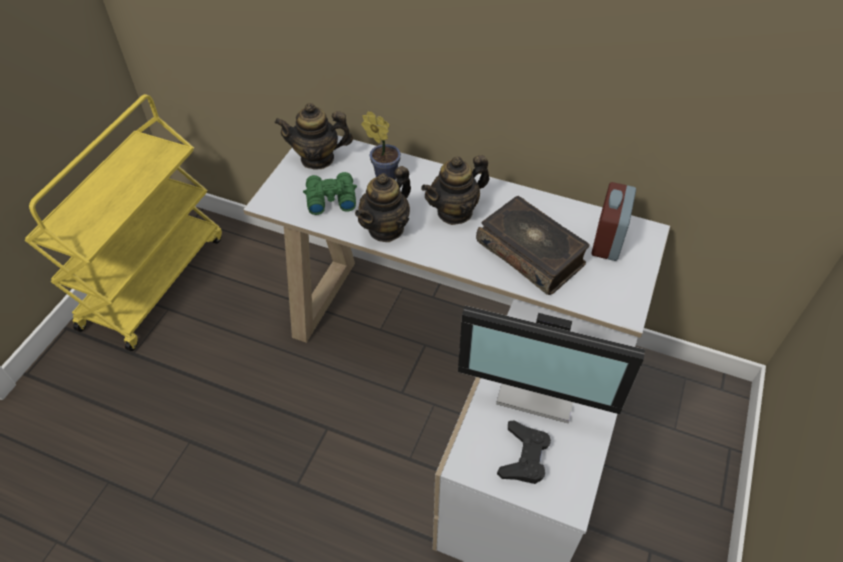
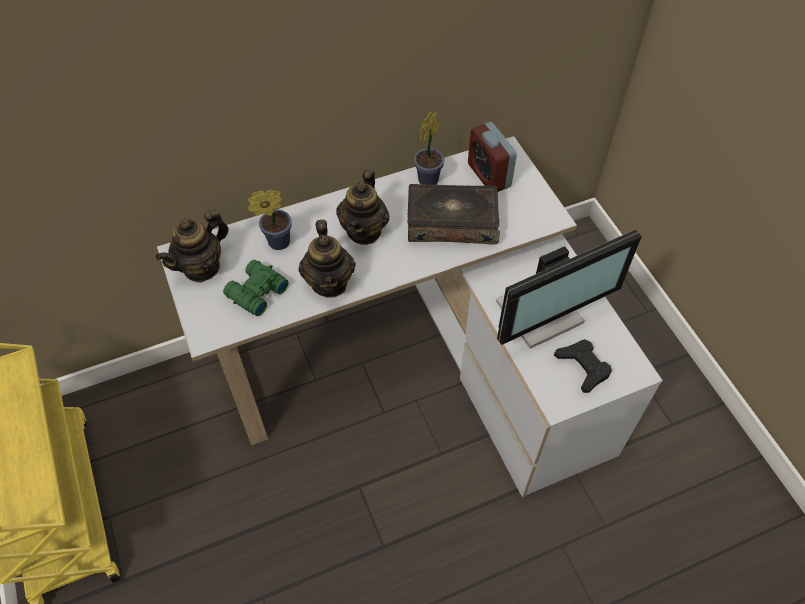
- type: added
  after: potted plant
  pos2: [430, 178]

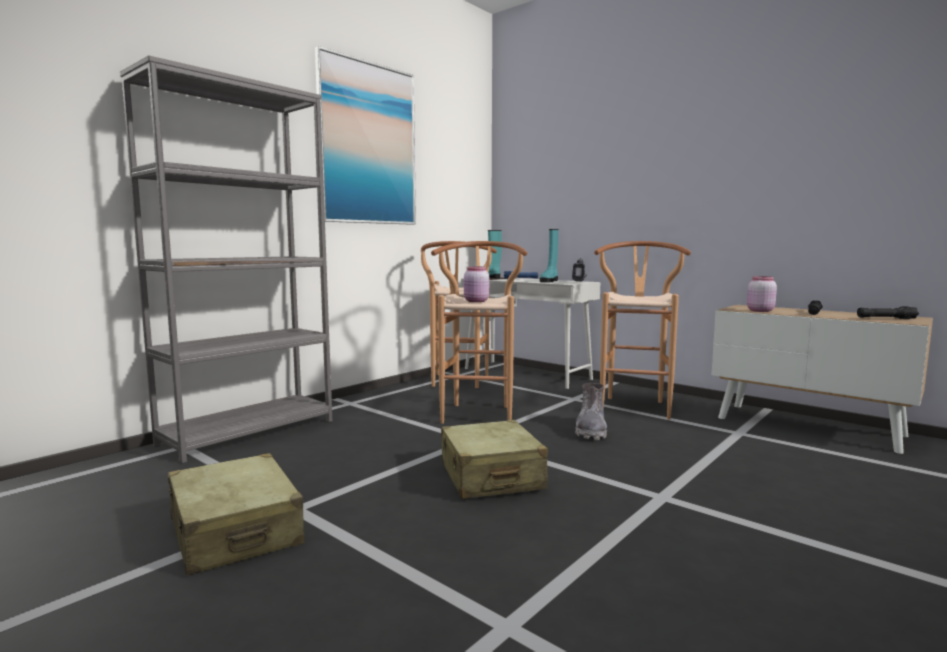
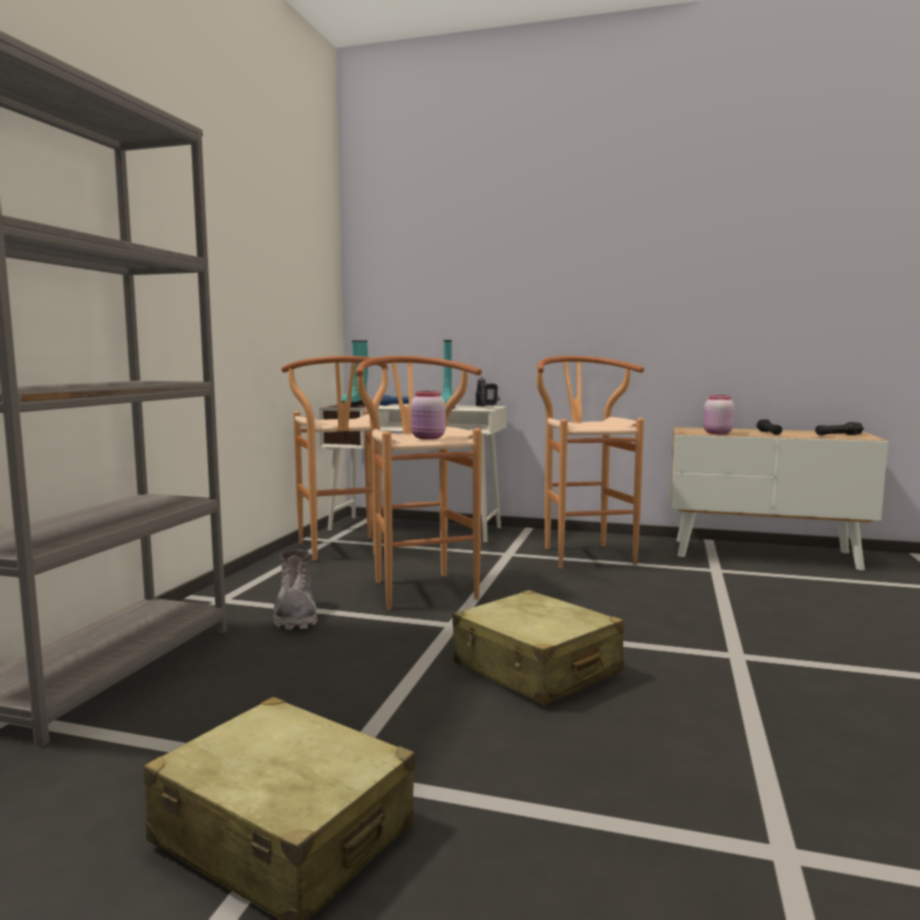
- type: moved
  before: boot (grey)
  pos1: [591, 431]
  pos2: [296, 616]
- type: removed
  before: picture
  pos1: [368, 144]

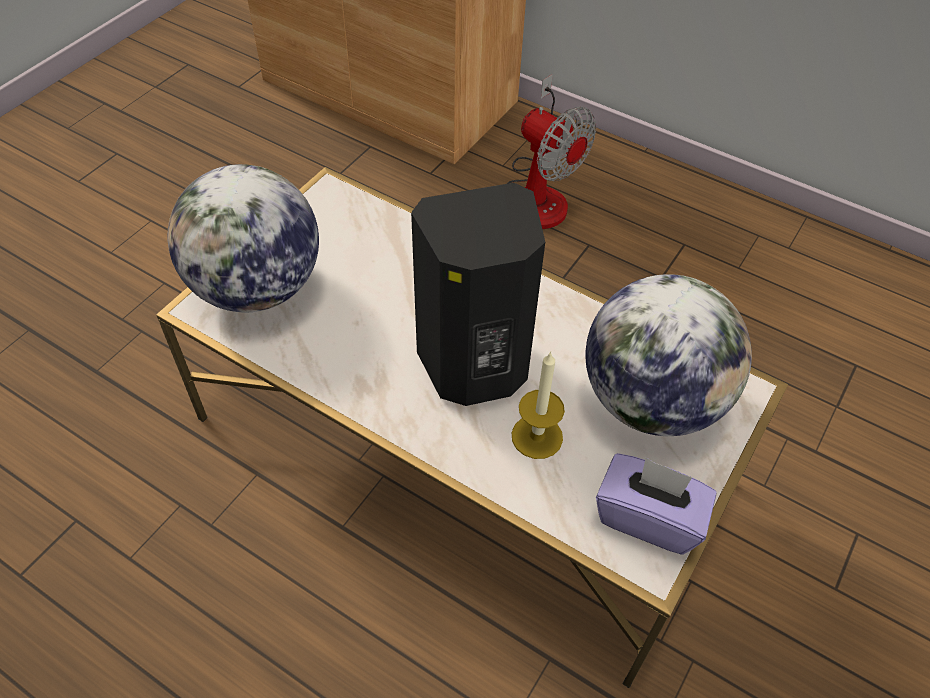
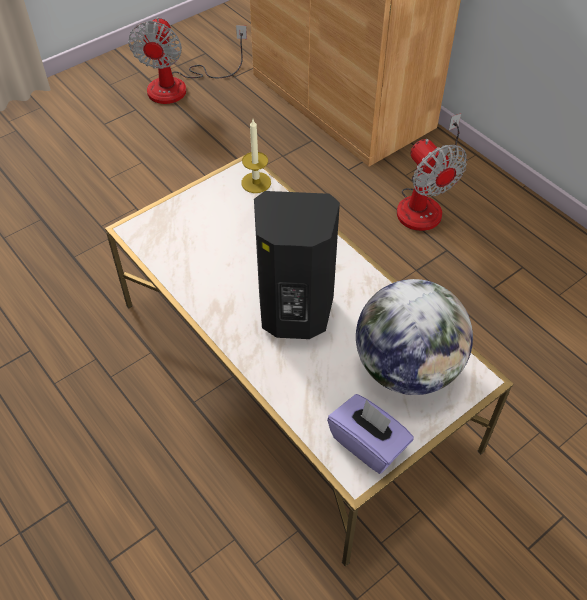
- type: added
  after: fan
  pos2: [180, 86]
- type: moved
  before: candle
  pos1: [537, 436]
  pos2: [256, 182]
- type: removed
  before: globe
  pos1: [257, 288]

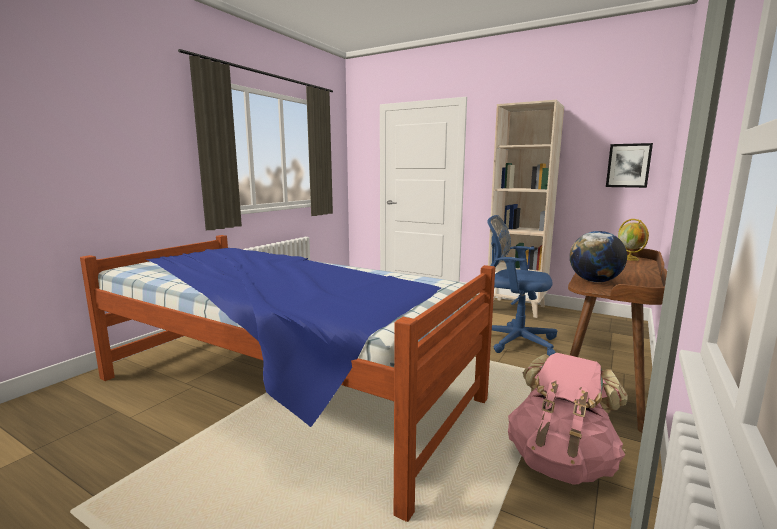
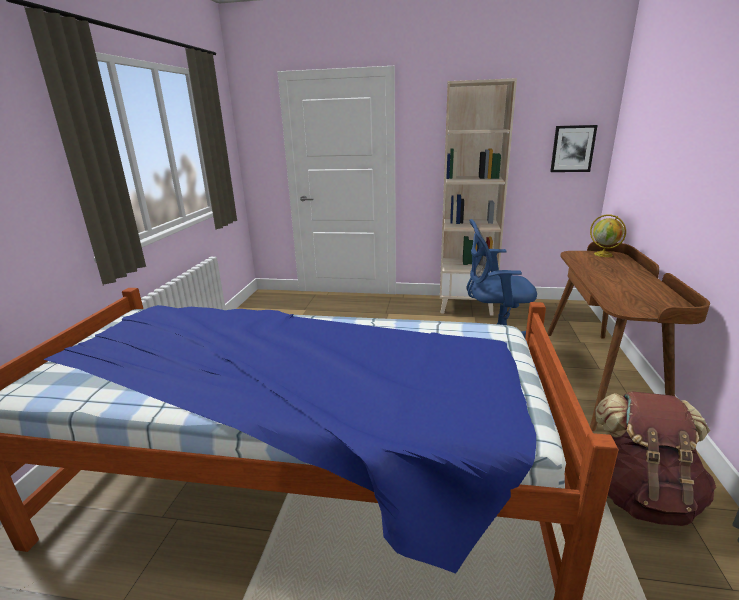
- type: recoloured
  before: backpack (pink)
  after: backpack (brown)
  pos1: [560, 462]
  pos2: [640, 496]
- type: removed
  before: globe
  pos1: [594, 281]

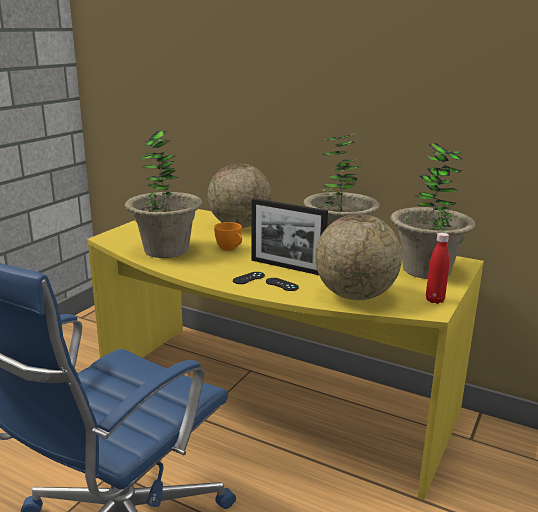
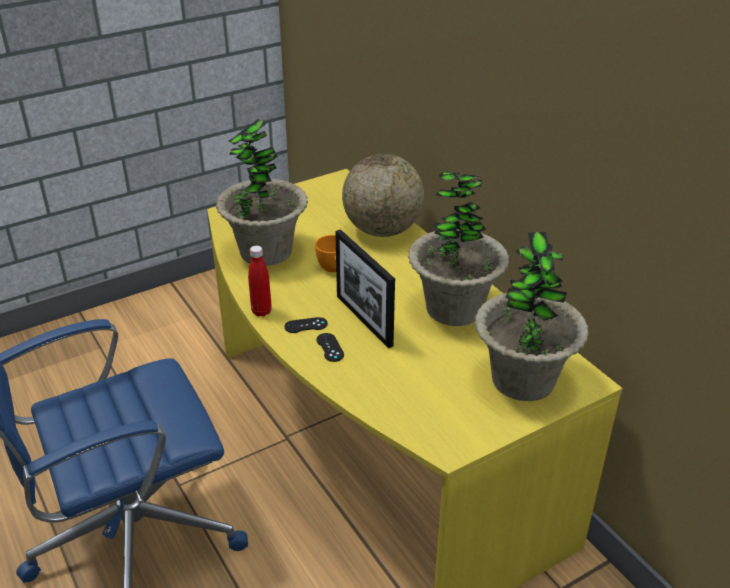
- type: moved
  before: bottle (red)
  pos1: [434, 300]
  pos2: [261, 311]
- type: removed
  before: globe
  pos1: [355, 295]

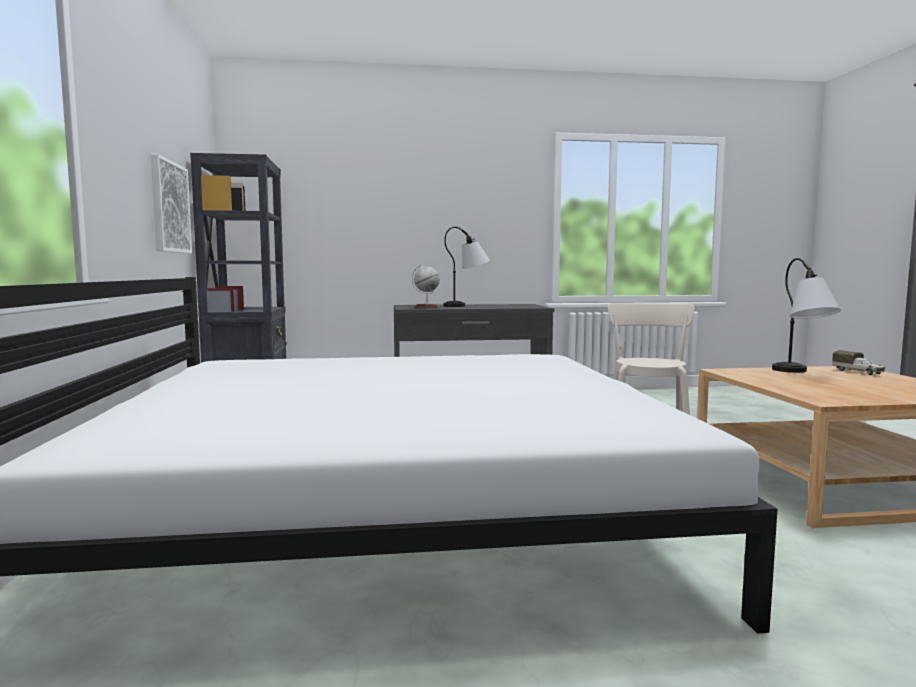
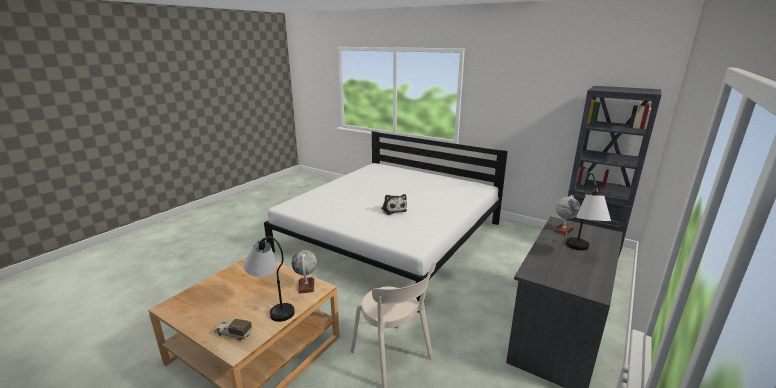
- type: added
  after: globe
  pos2: [306, 286]
- type: added
  after: plush toy
  pos2: [393, 209]
- type: removed
  before: picture
  pos1: [169, 207]

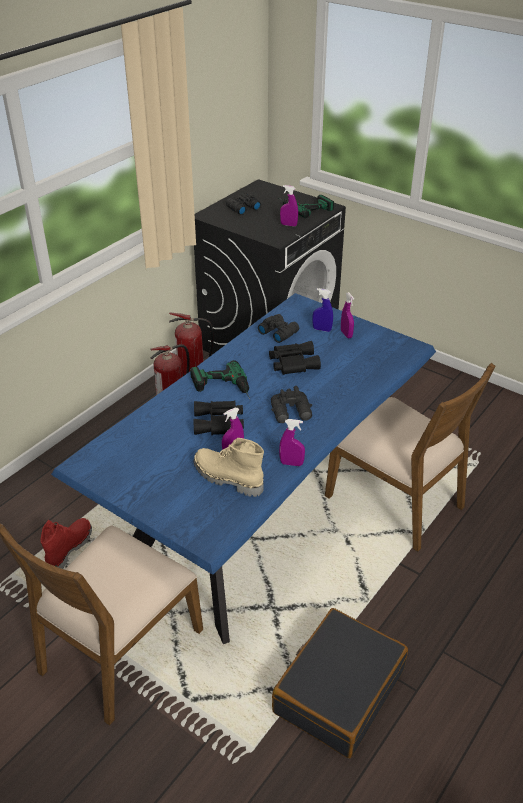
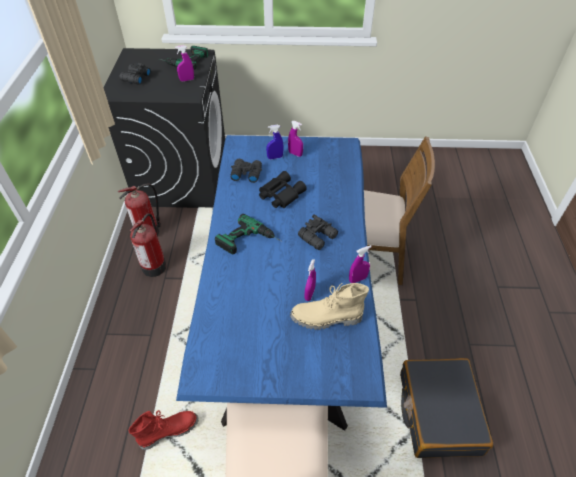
- type: turned
  before: boot (red)
  pos1: [69, 549]
  pos2: [169, 431]
  turn: 75
- type: removed
  before: binoculars (black)
  pos1: [219, 423]

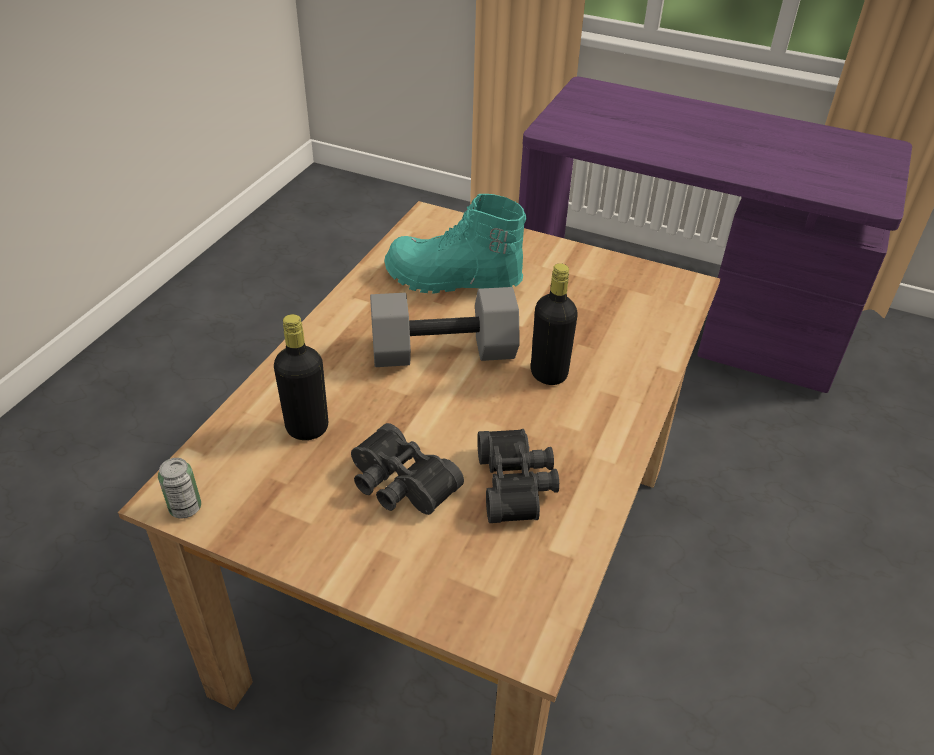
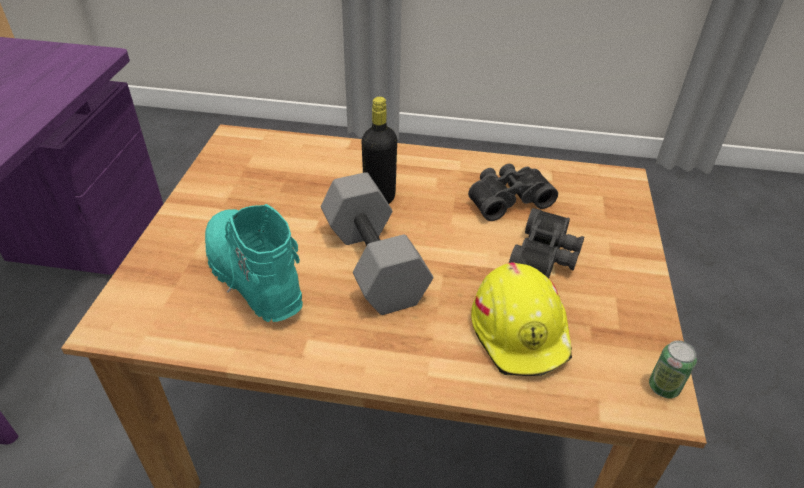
- type: turned
  before: boot (turquoise)
  pos1: [452, 280]
  pos2: [252, 278]
  turn: 150
- type: replaced
  before: bottle (black)
  after: hard hat (yellow)
  pos1: [307, 428]
  pos2: [521, 331]

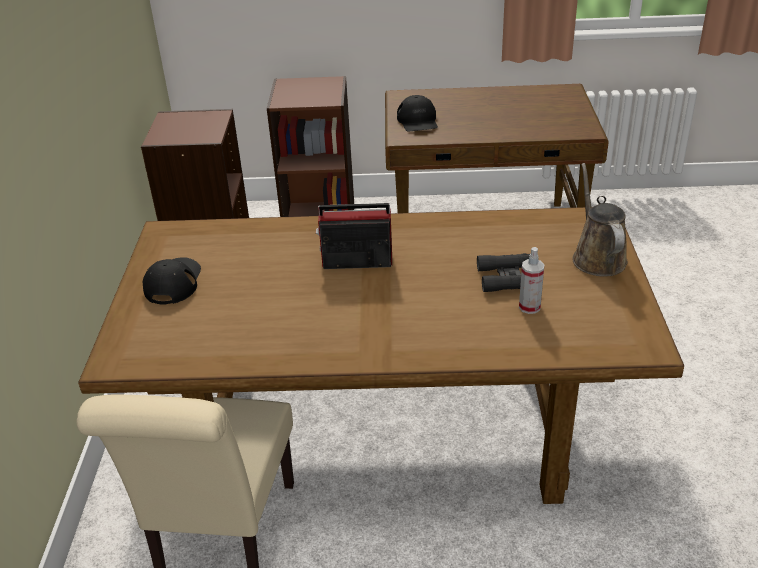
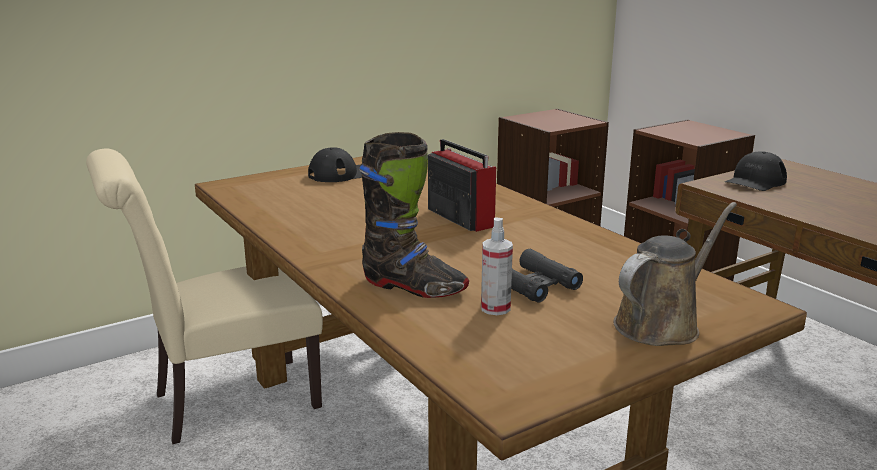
- type: added
  after: boot (black)
  pos2: [413, 287]

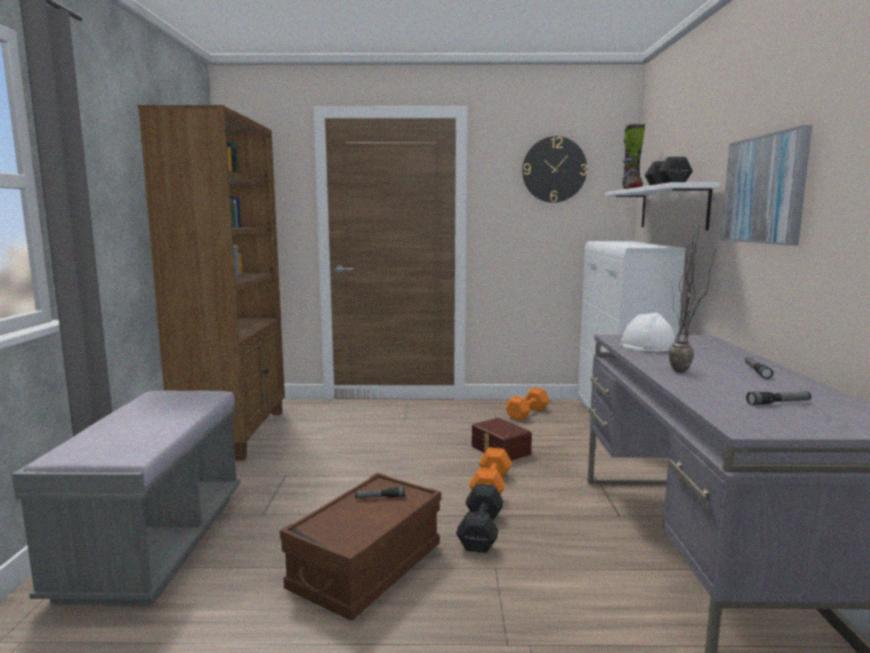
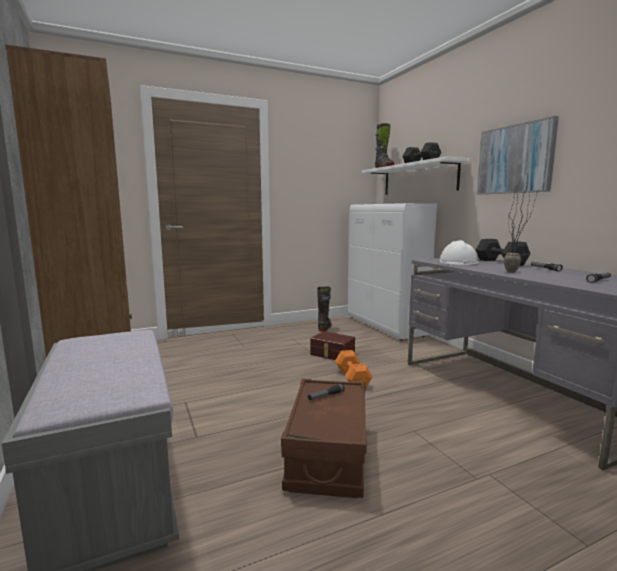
- type: replaced
  before: dumbbell (orange)
  after: boot (black)
  pos1: [528, 413]
  pos2: [324, 328]
- type: moved
  before: dumbbell (black)
  pos1: [481, 530]
  pos2: [500, 262]
- type: removed
  before: wall clock
  pos1: [554, 169]

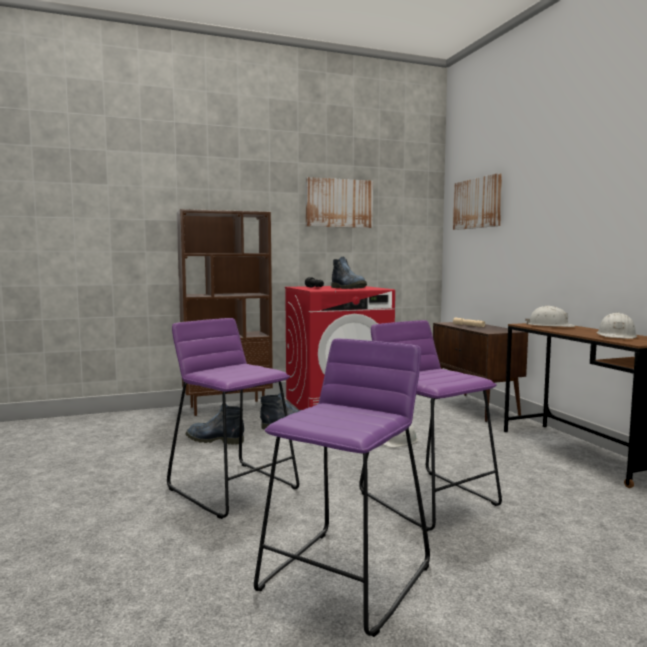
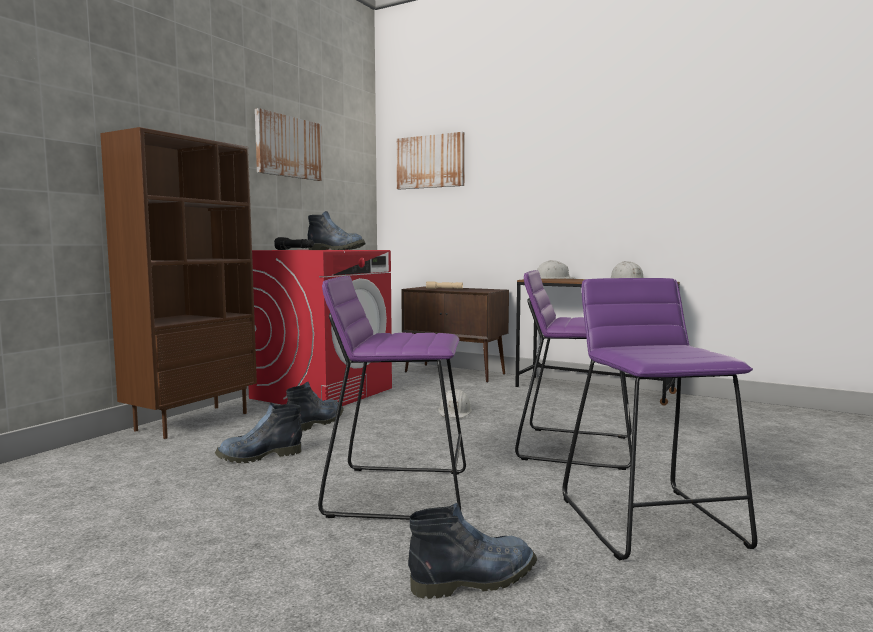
- type: added
  after: boot
  pos2: [476, 578]

